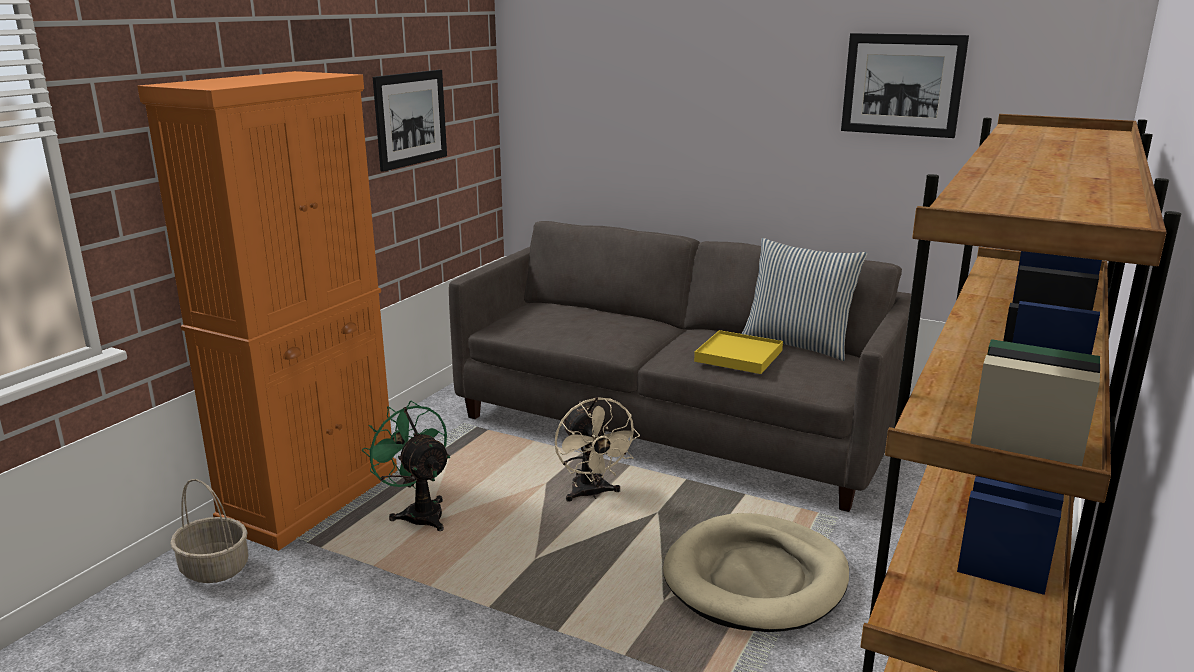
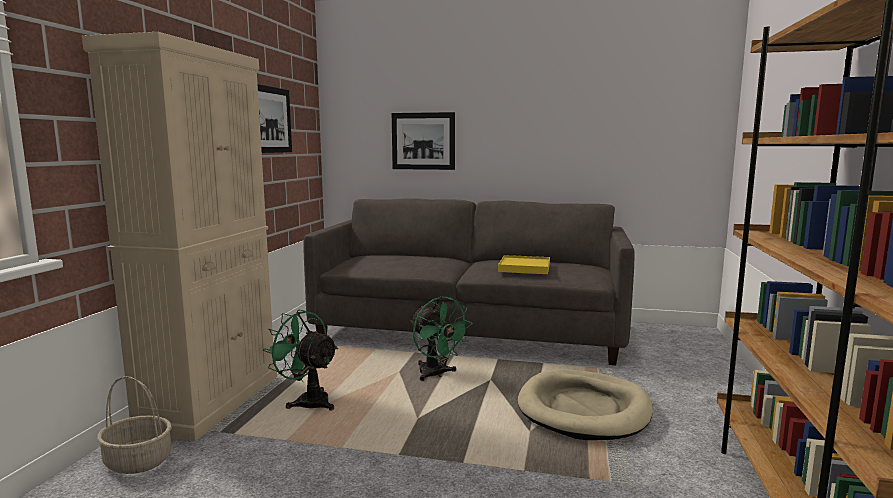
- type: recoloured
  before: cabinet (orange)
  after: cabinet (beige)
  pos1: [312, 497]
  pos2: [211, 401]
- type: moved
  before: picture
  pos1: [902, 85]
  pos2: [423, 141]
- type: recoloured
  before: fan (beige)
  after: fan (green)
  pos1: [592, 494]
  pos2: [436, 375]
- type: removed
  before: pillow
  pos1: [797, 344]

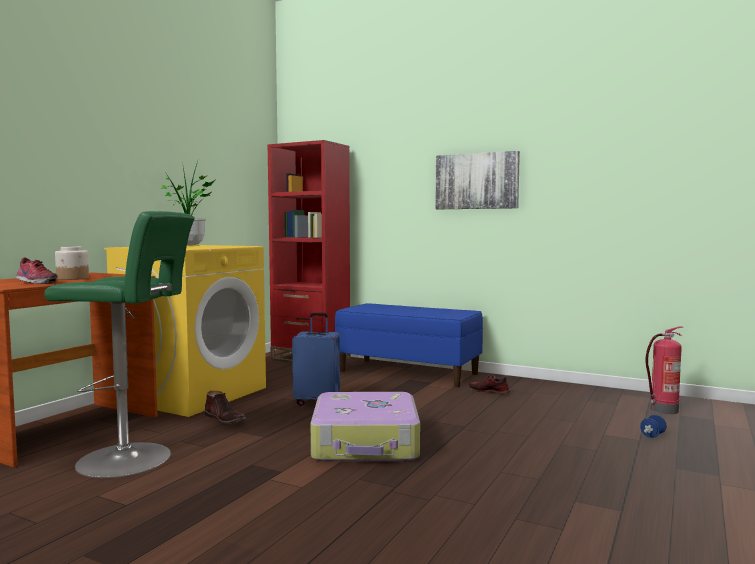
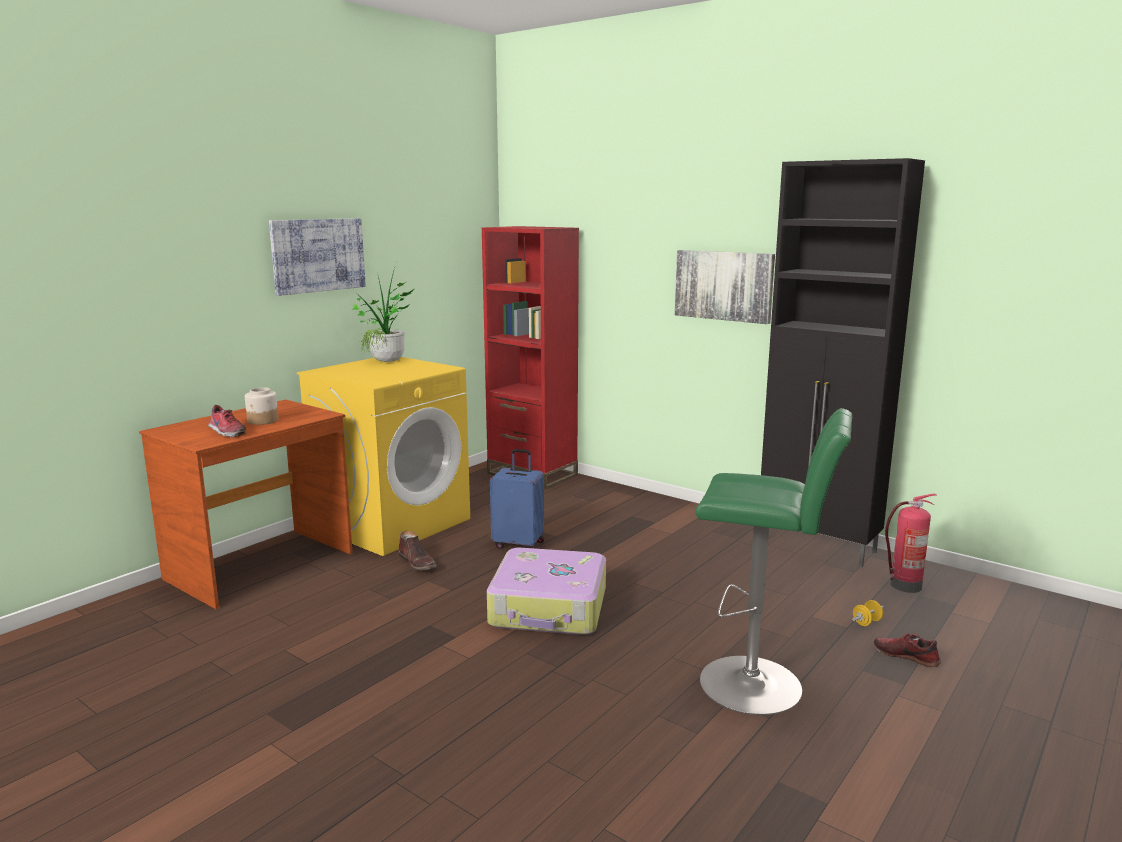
- type: added
  after: picture
  pos2: [318, 255]
- type: moved
  before: stool (green)
  pos1: [131, 459]
  pos2: [758, 685]
- type: added
  after: cabinet (black)
  pos2: [819, 547]
- type: recoloured
  before: dumbbell (blue)
  after: dumbbell (yellow)
  pos1: [652, 435]
  pos2: [866, 622]
- type: moved
  before: shoe
  pos1: [489, 391]
  pos2: [906, 656]
- type: removed
  before: bench (blue)
  pos1: [408, 372]

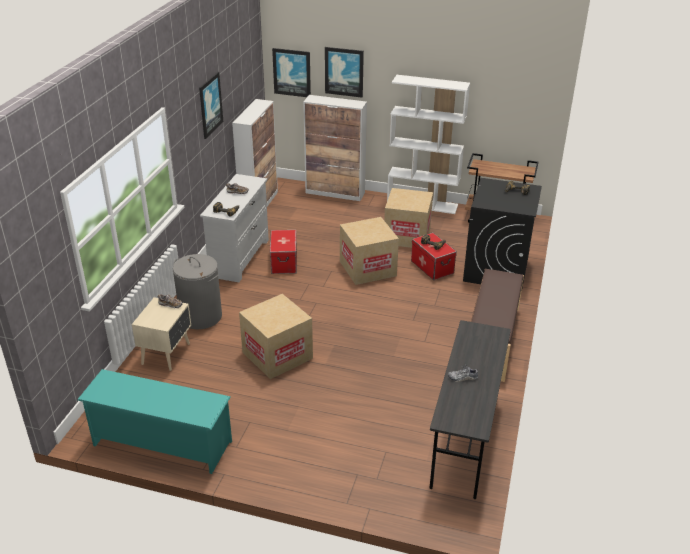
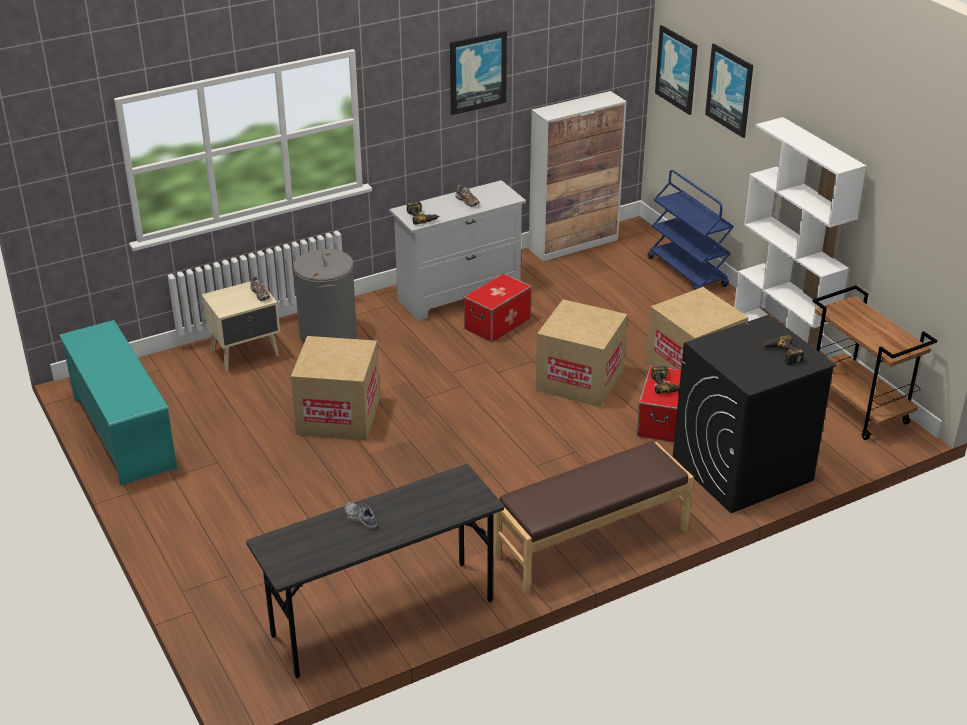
- type: replaced
  before: cabinet
  after: cart (blue)
  pos1: [335, 193]
  pos2: [687, 272]

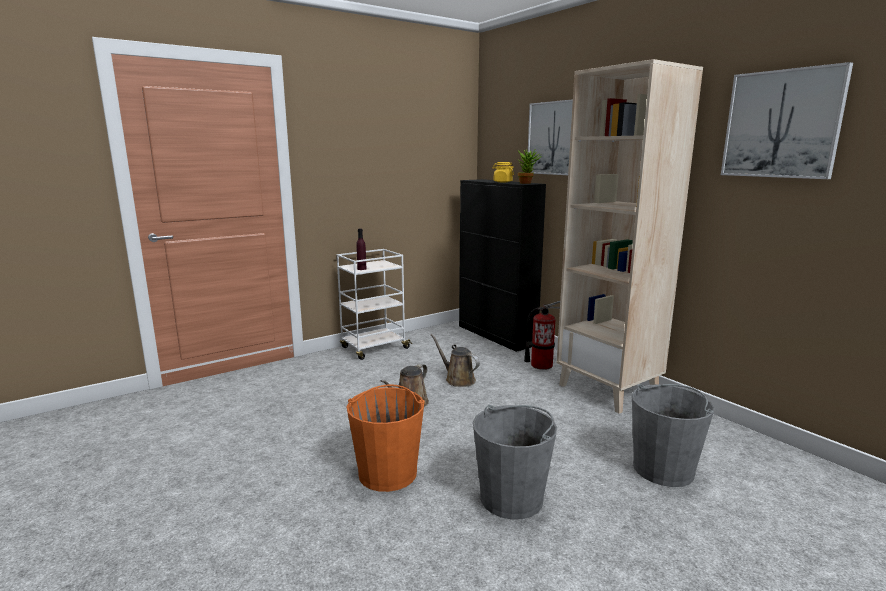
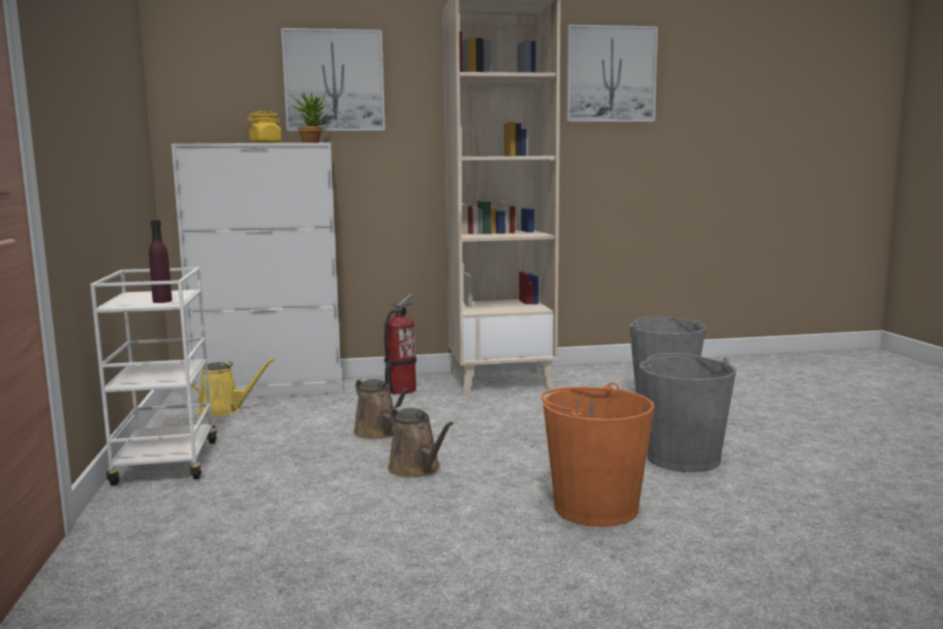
- type: recoloured
  before: cabinet (black)
  after: cabinet (white)
  pos1: [496, 335]
  pos2: [270, 390]
- type: added
  after: watering can (yellow)
  pos2: [224, 409]
- type: turned
  before: watering can (brown)
  pos1: [457, 379]
  pos2: [379, 432]
  turn: -105

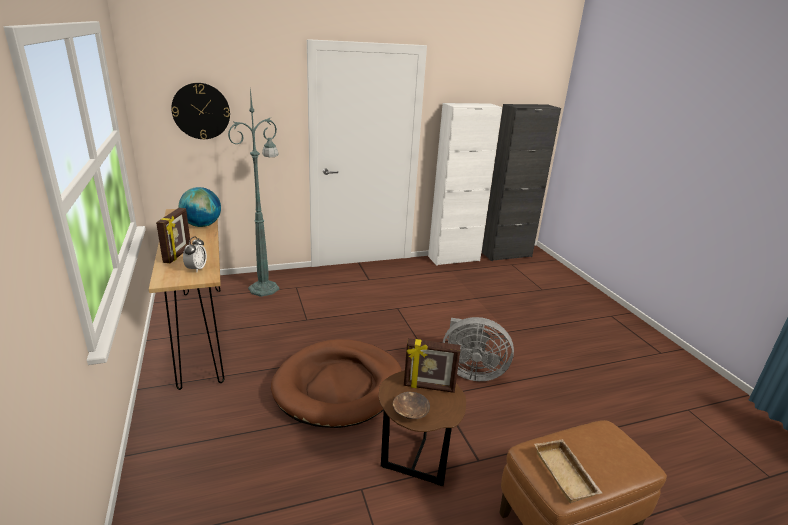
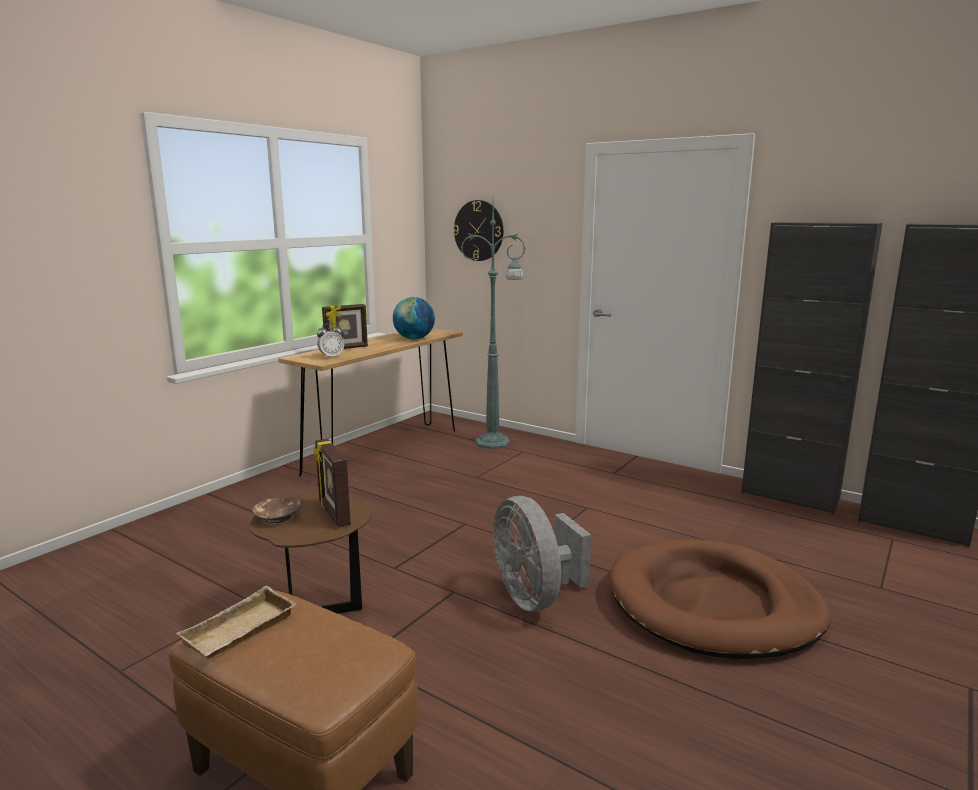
- type: moved
  before: dog bed (brown)
  pos1: [339, 386]
  pos2: [713, 605]
- type: recoloured
  before: cabinet (white)
  after: cabinet (black)
  pos1: [454, 258]
  pos2: [789, 496]

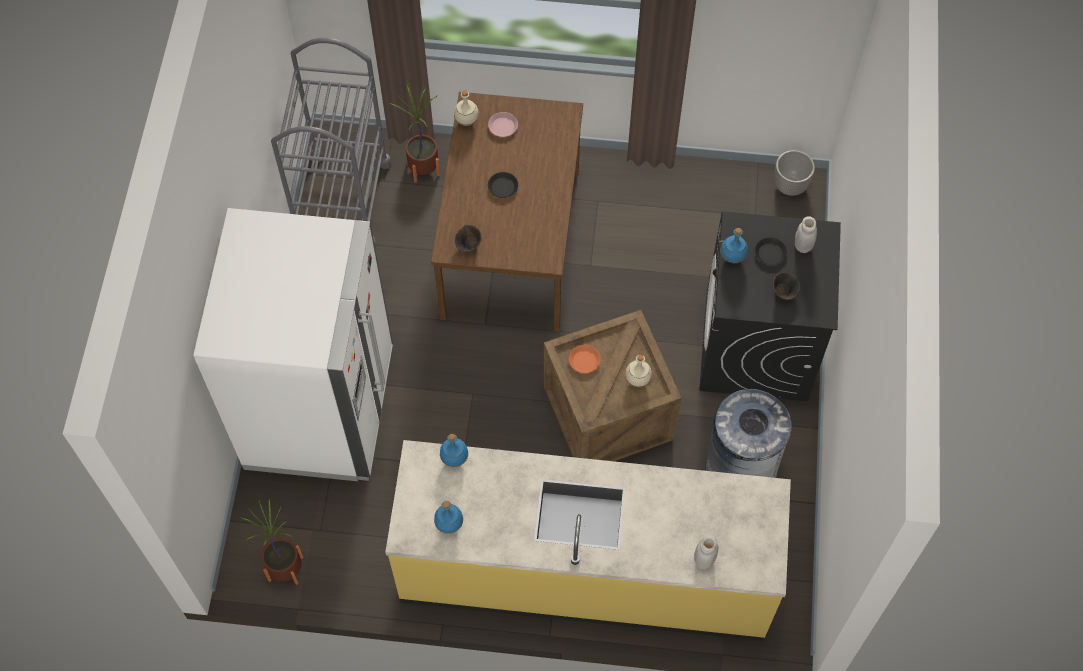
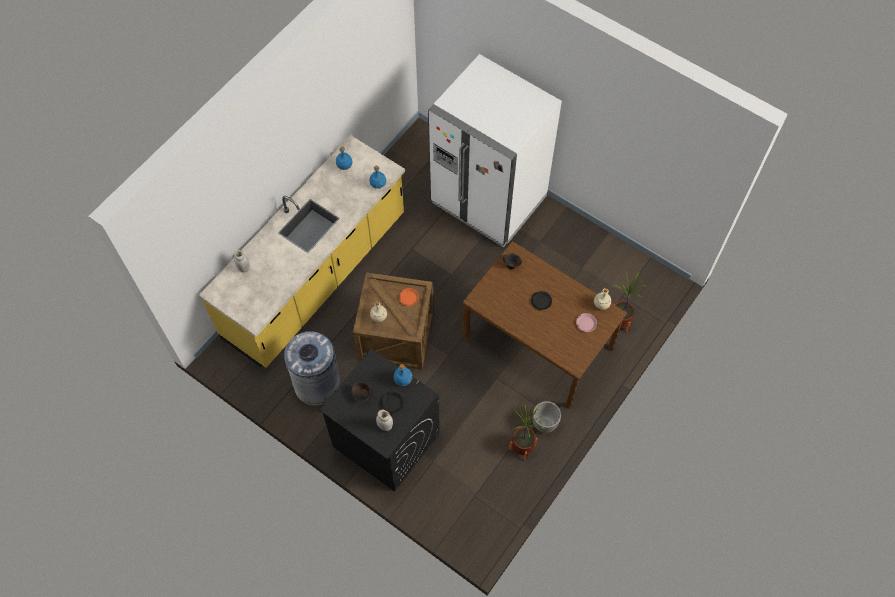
- type: moved
  before: potted plant
  pos1: [285, 568]
  pos2: [522, 447]
- type: moved
  before: planter
  pos1: [790, 185]
  pos2: [544, 423]
- type: removed
  before: cart (grey)
  pos1: [342, 201]

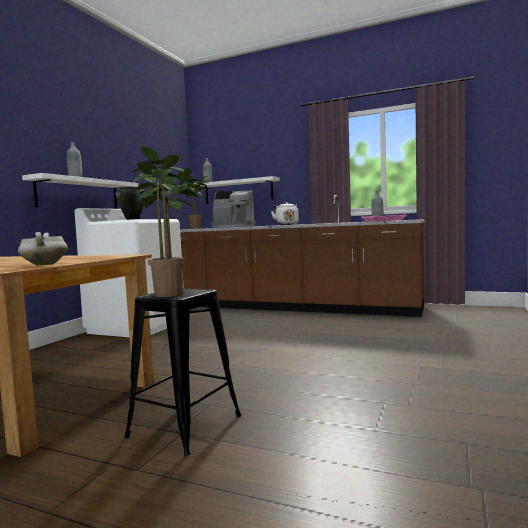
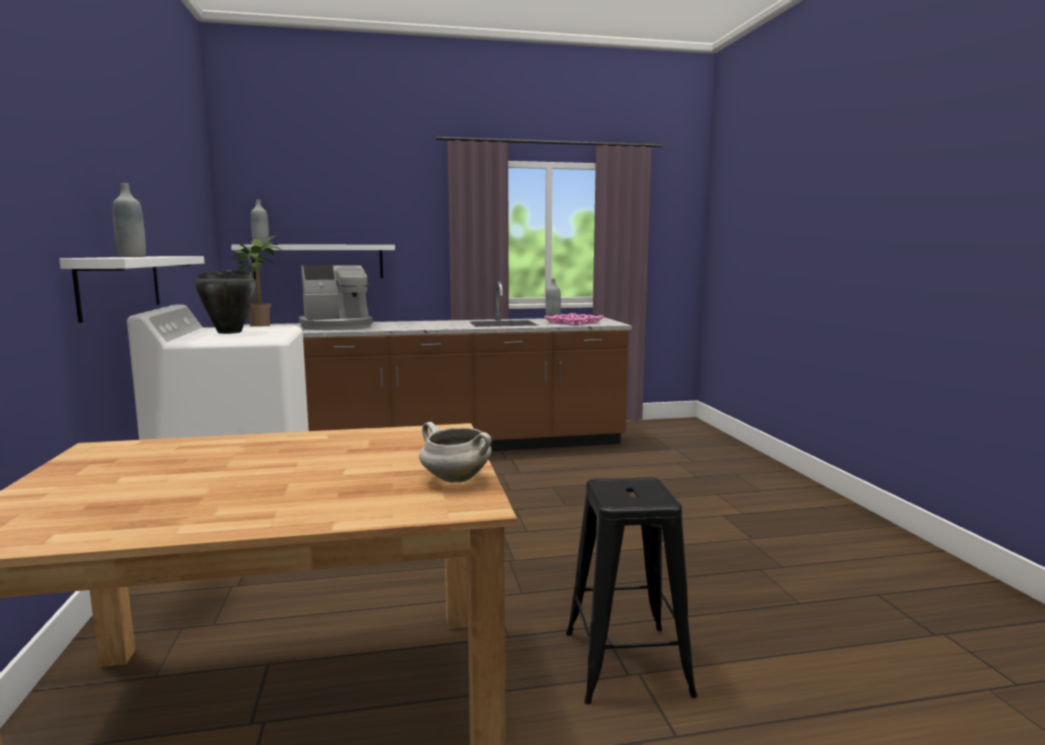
- type: removed
  before: potted plant
  pos1: [172, 295]
- type: removed
  before: kettle (white)
  pos1: [286, 224]

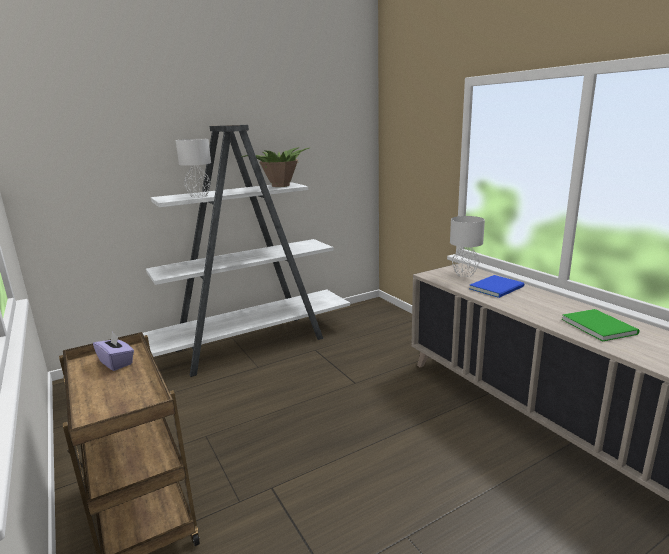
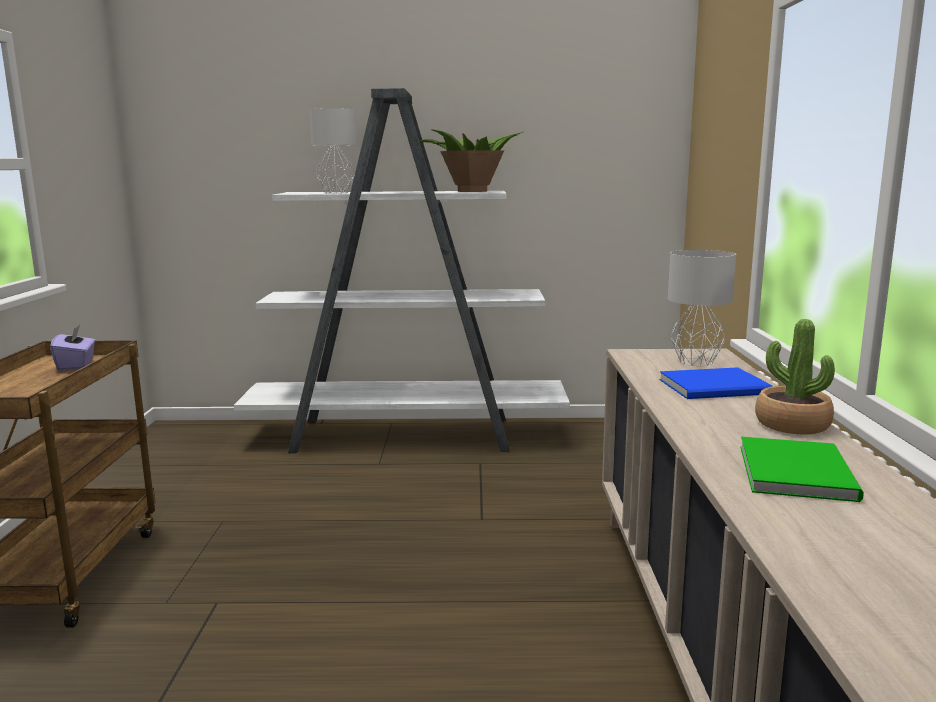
- type: added
  after: potted plant
  pos2: [792, 424]

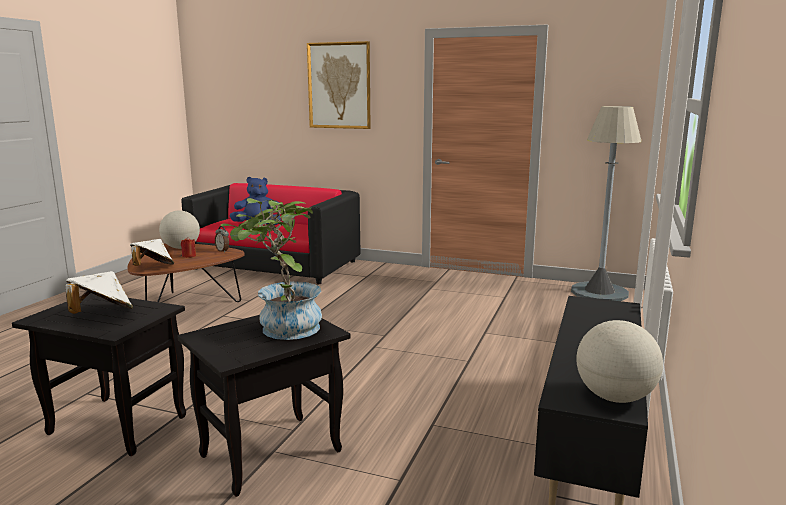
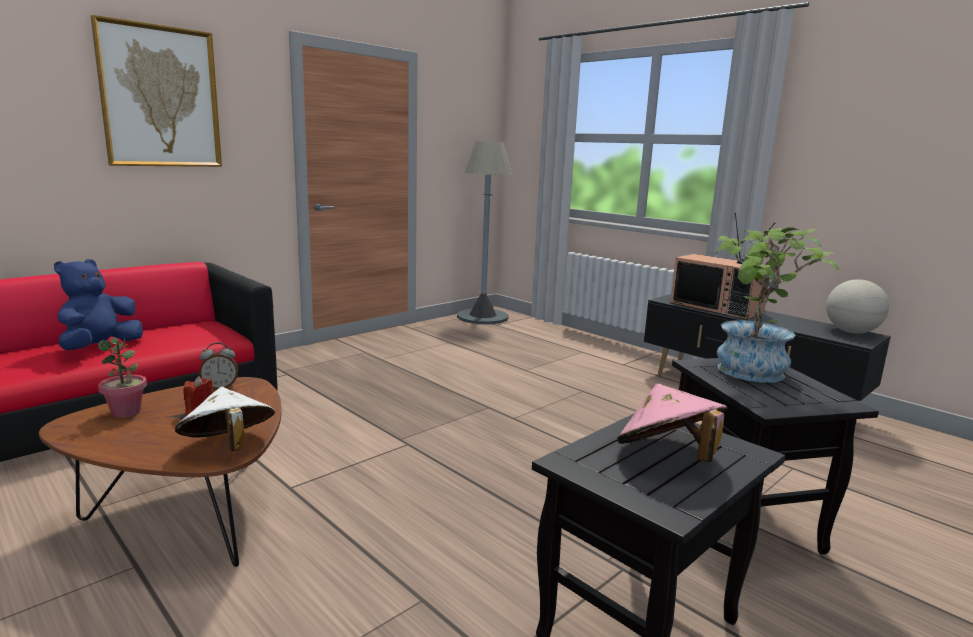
- type: replaced
  before: globe
  after: potted plant
  pos1: [181, 248]
  pos2: [126, 412]
- type: recoloured
  before: hat (white)
  after: hat (pink)
  pos1: [102, 314]
  pos2: [667, 456]
- type: added
  after: television
  pos2: [718, 308]

